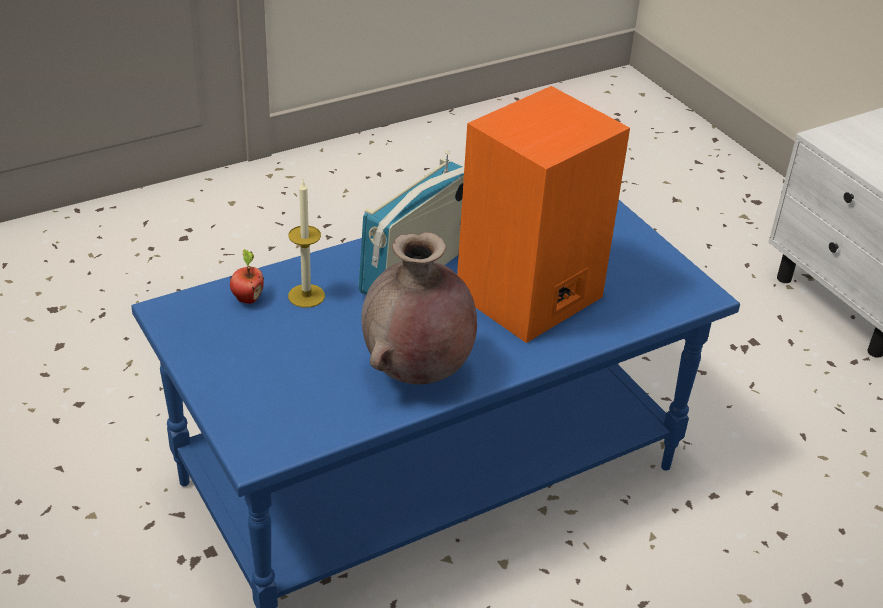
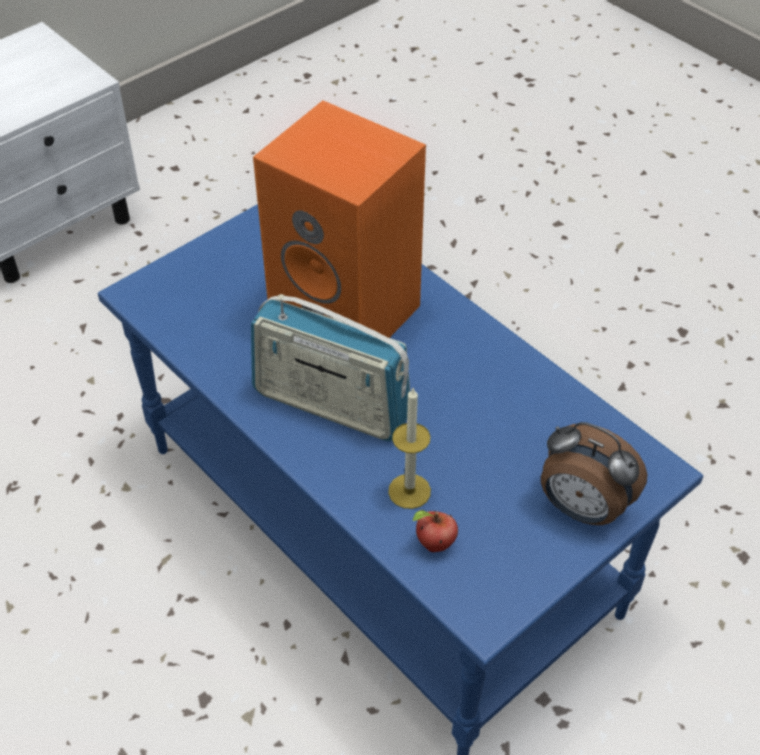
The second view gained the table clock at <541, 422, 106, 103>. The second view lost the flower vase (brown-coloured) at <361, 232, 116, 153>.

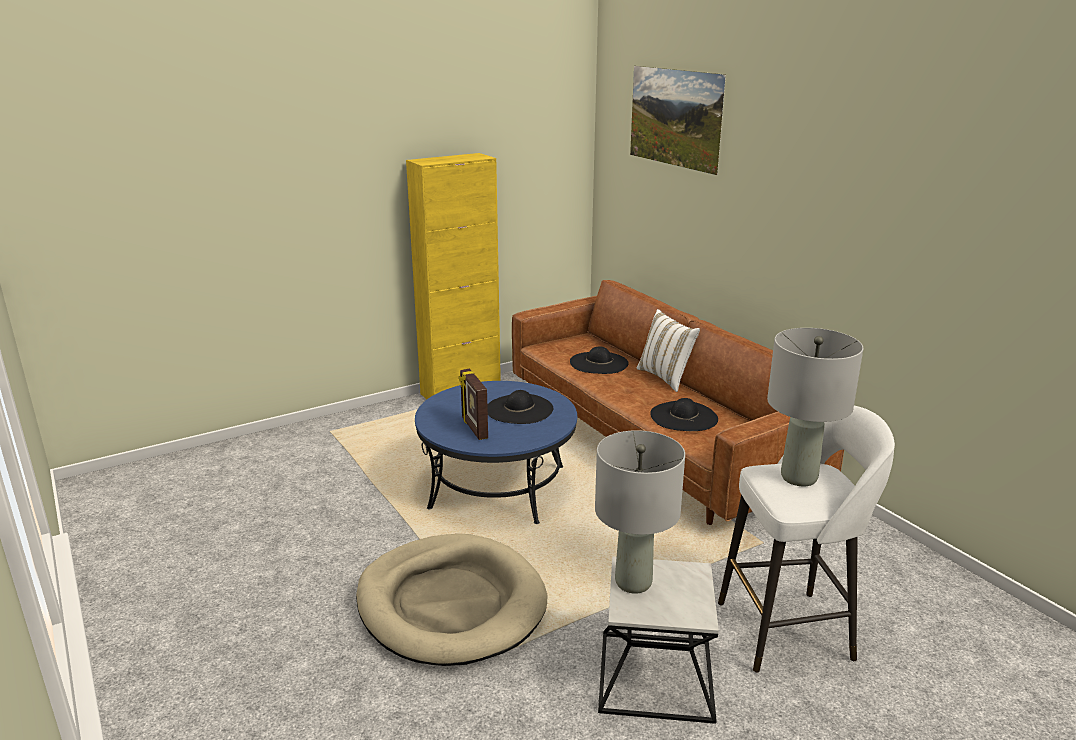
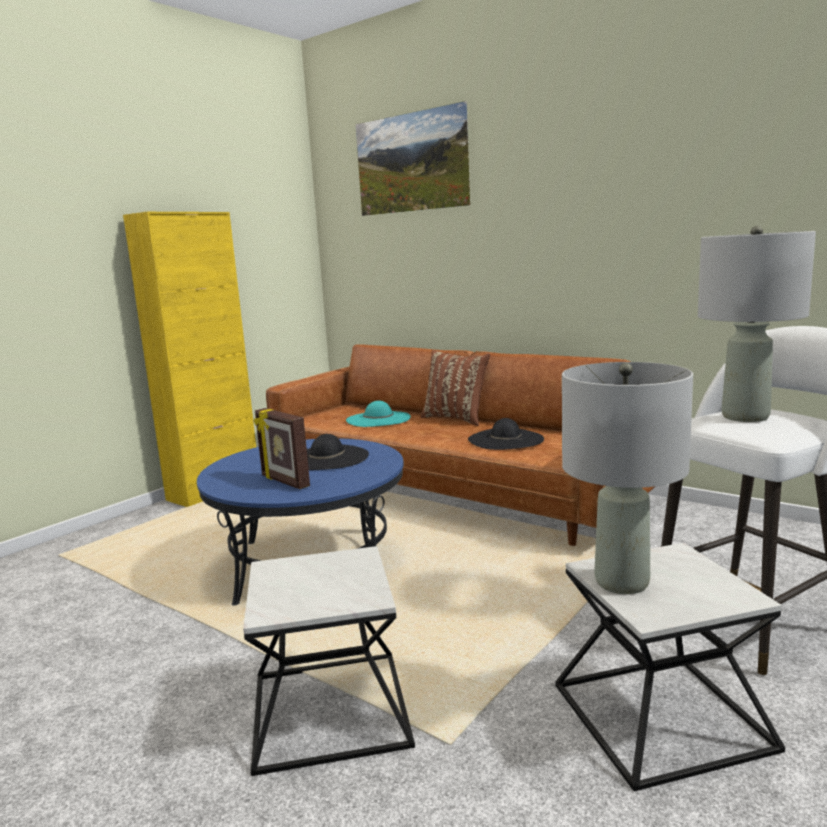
Where the dog bed (beige) stood at <356, 534, 191, 132>, the side table came to stand at <243, 546, 172, 230>. What was the wearable hat (black-coloured) at <570, 346, 58, 28> turned into the wearable hat (blue-green) at <346, 401, 65, 26>. What was the cushion (white-coloured) at <637, 309, 63, 83> turned into the cushion (brown-coloured) at <420, 350, 70, 76>.

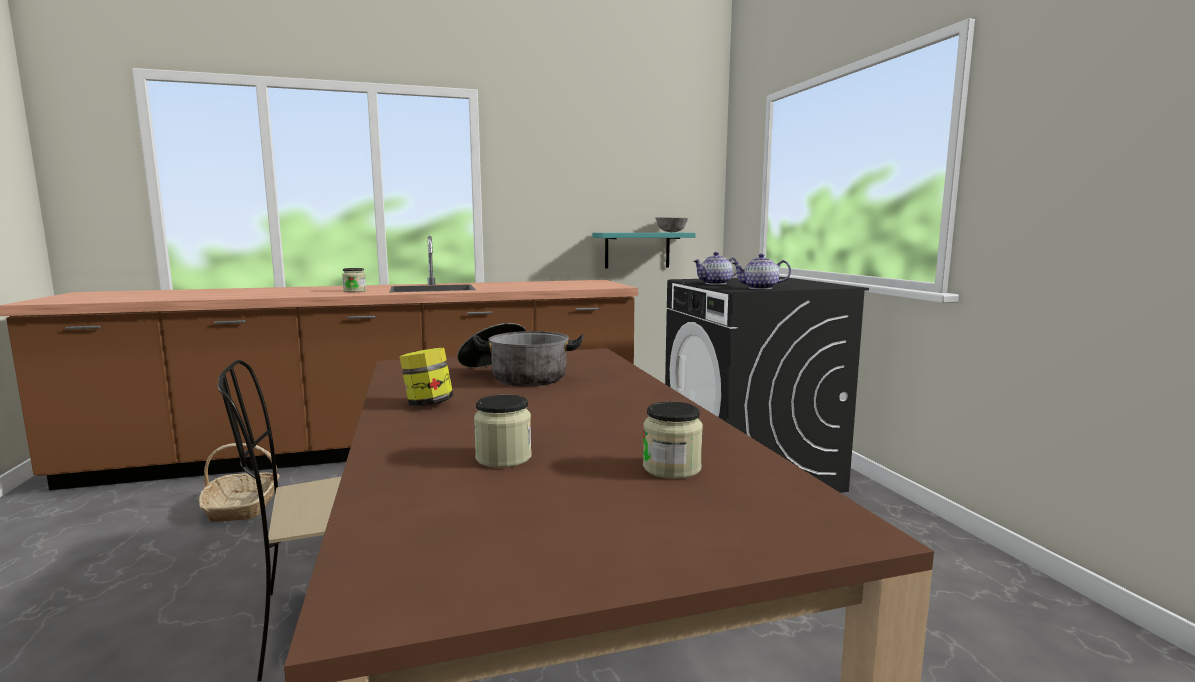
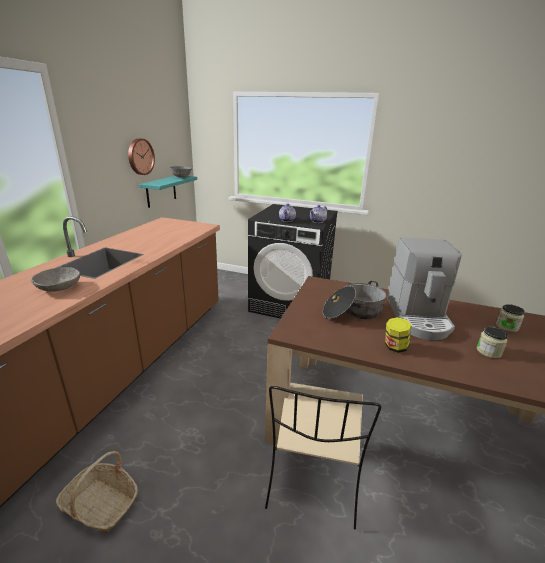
Where the preserve jar stood at <342, 268, 24, 24>, the serving bowl (grey) came to stand at <31, 267, 49, 25>. The second view gained the hanging clock at <128, 138, 27, 37>. The second view gained the coffee maker at <387, 237, 75, 103>.

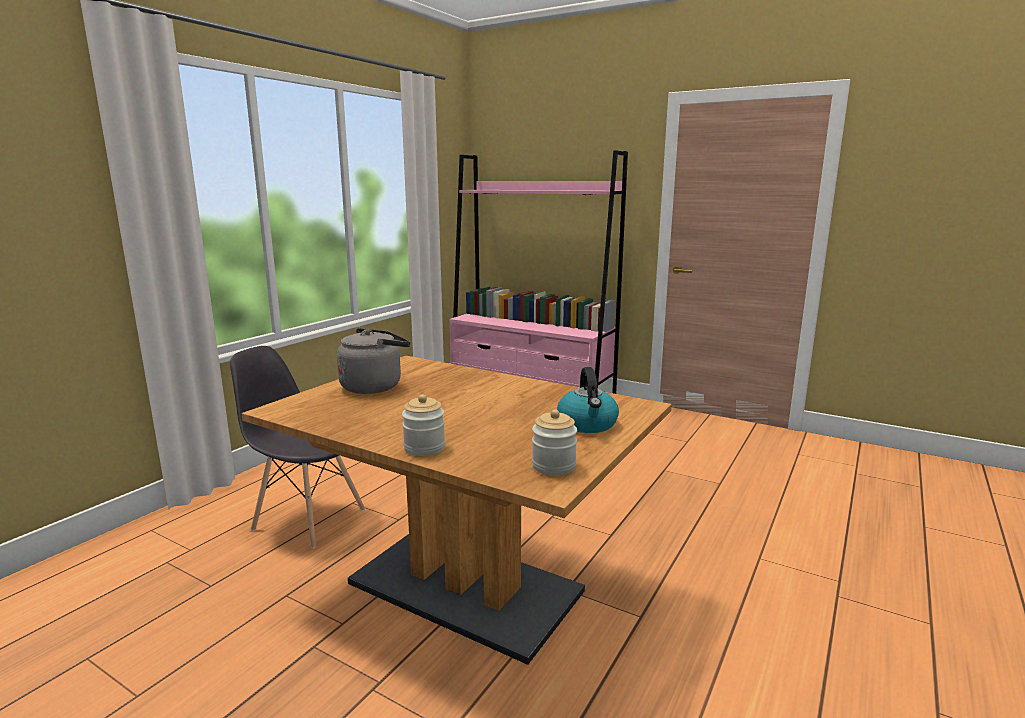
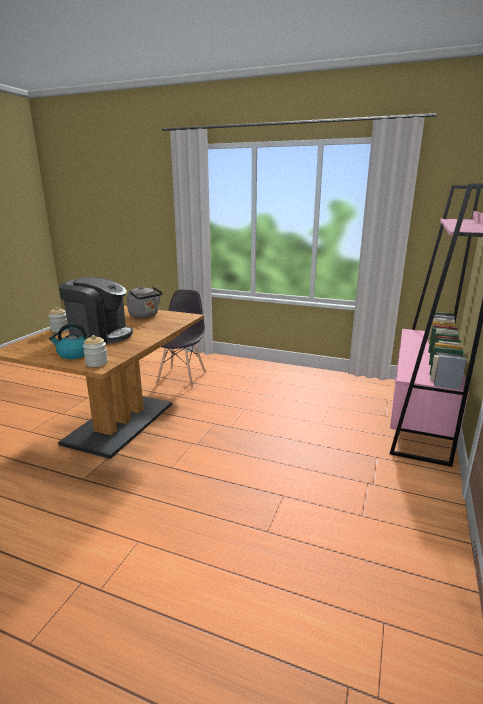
The second view gained the coffee maker at <59, 277, 74, 67>. The preserve jar ended up elsewhere, having gone from <532, 409, 45, 67> to <83, 335, 25, 32>.

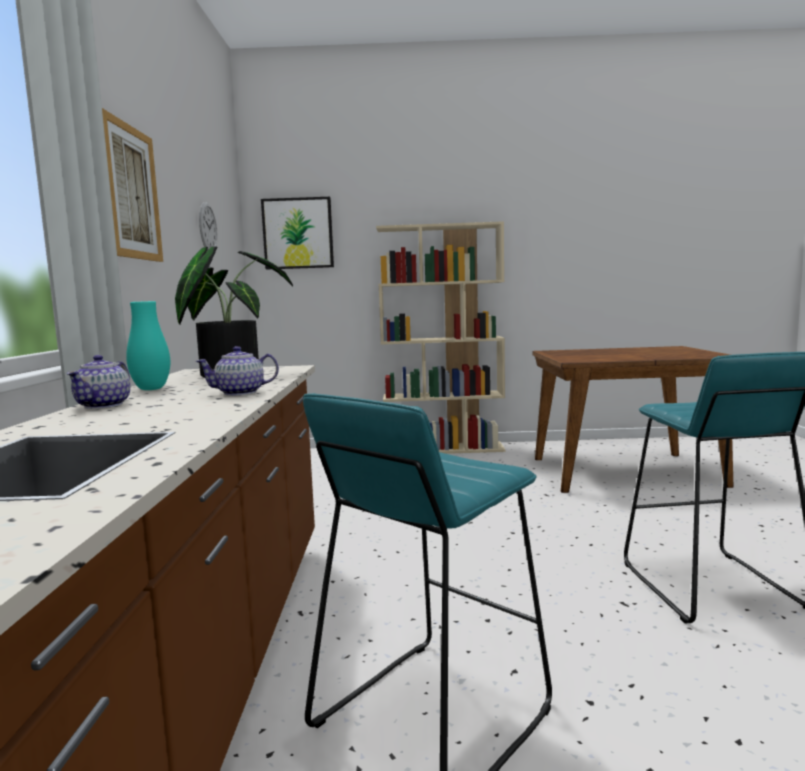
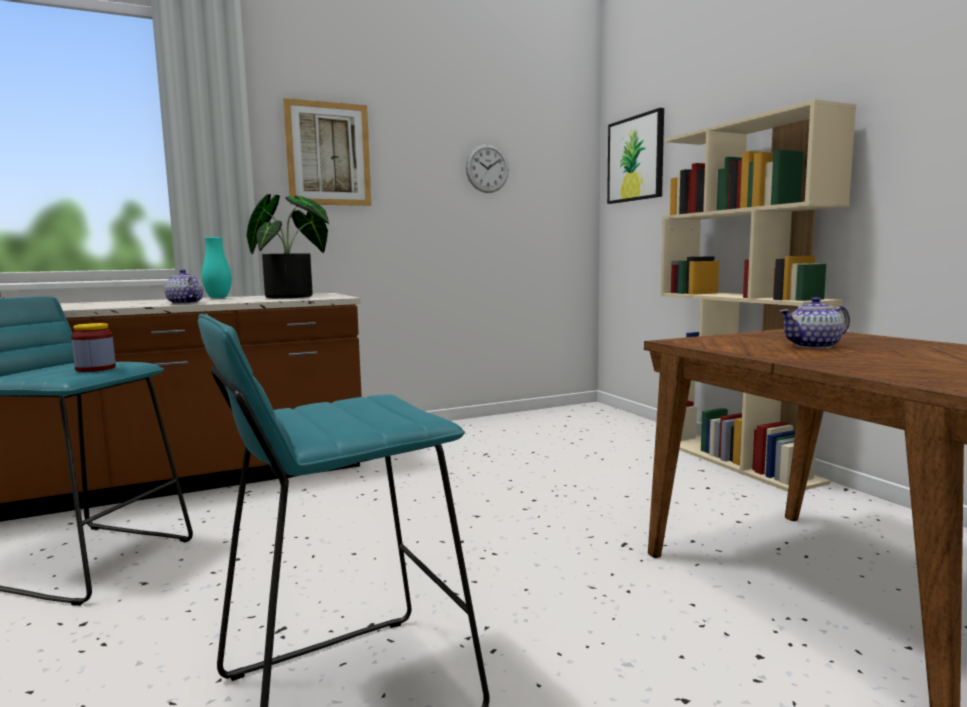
The second view gained the preserve jar at <71, 323, 45, 49>. The pot for tea ended up elsewhere, having gone from <66, 355, 64, 54> to <779, 297, 71, 52>.

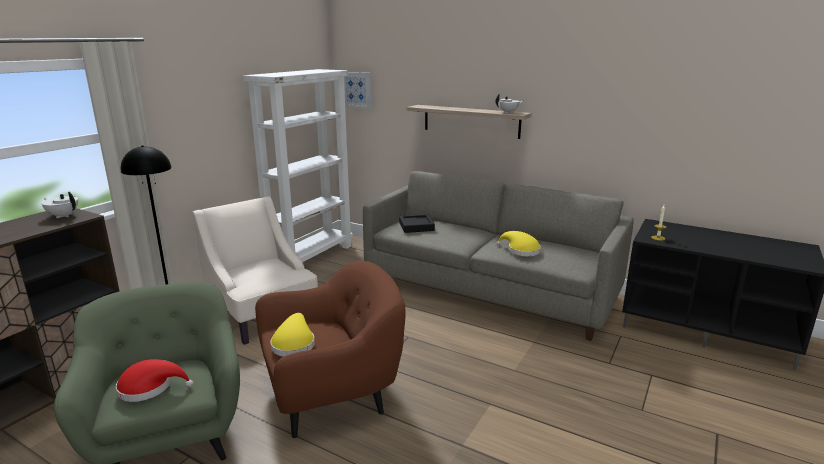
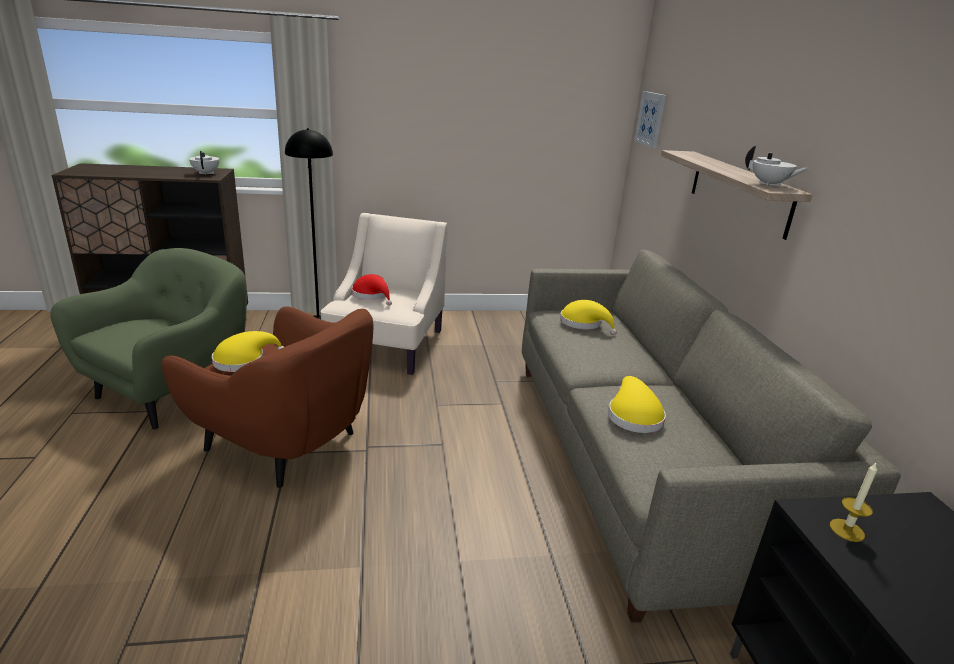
The wearable hat (red) ended up elsewhere, having gone from <115, 359, 78, 43> to <352, 274, 40, 32>. Where the carrying tray (black-coloured) stood at <399, 214, 36, 19>, the wearable hat (yellow) came to stand at <560, 300, 57, 35>. The second view lost the shelving unit (white-coloured) at <242, 69, 111, 193>.

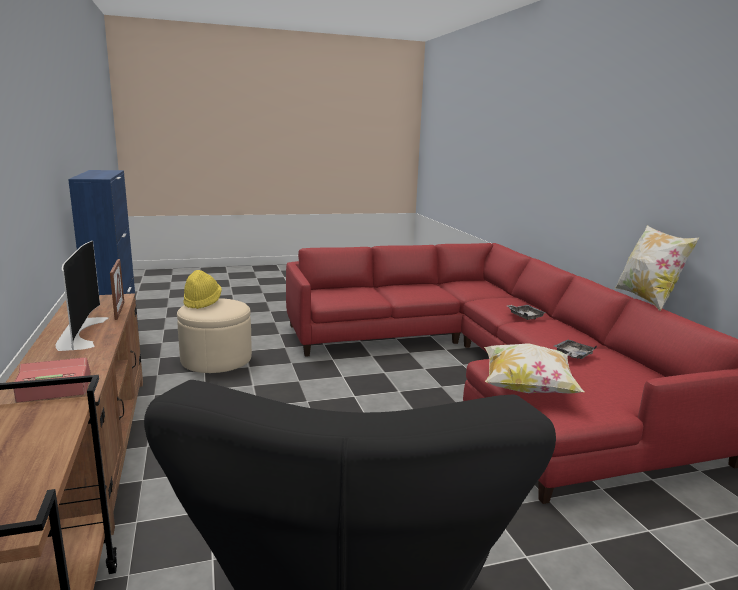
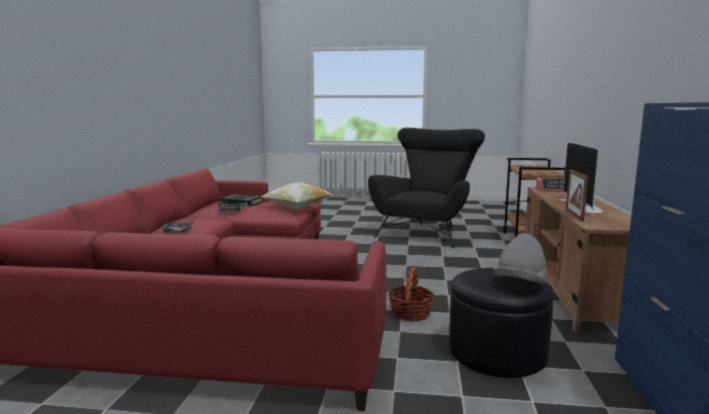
The second view gained the bound book (black-coloured) at <222, 194, 41, 12>. The second view gained the storage basket at <388, 267, 46, 54>. What was the pouffe (beige) at <177, 298, 75, 75> turned into the pouffe (black-coloured) at <449, 268, 105, 110>. What was the wearable hat (yellow) at <183, 270, 39, 39> turned into the wearable hat (grey) at <493, 233, 54, 51>. The second view lost the cushion at <615, 225, 84, 86>.

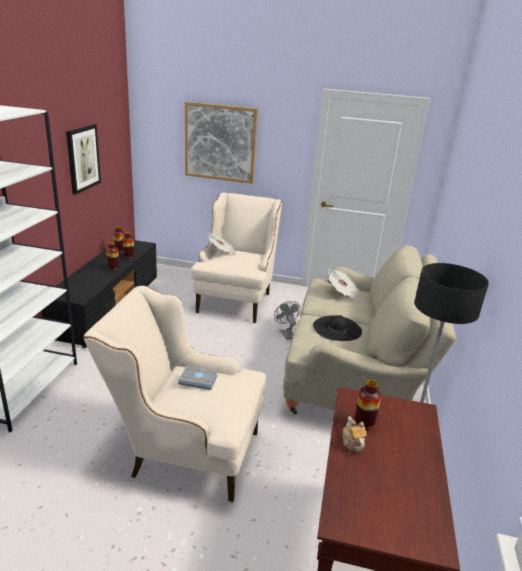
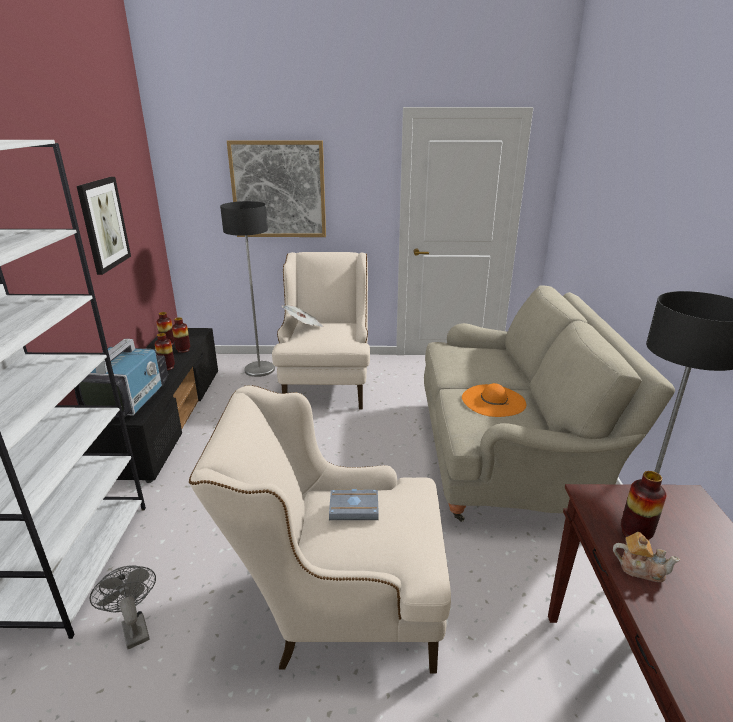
The second view gained the television at <74, 339, 94, 80>. The fan (grey) ended up elsewhere, having gone from <274, 301, 27, 39> to <90, 565, 66, 85>. The second view gained the standard lamp at <220, 201, 55, 176>. What was the wearable hat (black-coloured) at <313, 315, 49, 26> turned into the wearable hat (orange) at <462, 383, 64, 34>. The pot for tea at <342, 416, 25, 36> ended up facing another way, 135 degrees clockwise from before. The second view lost the printed paper at <328, 269, 31, 31>.

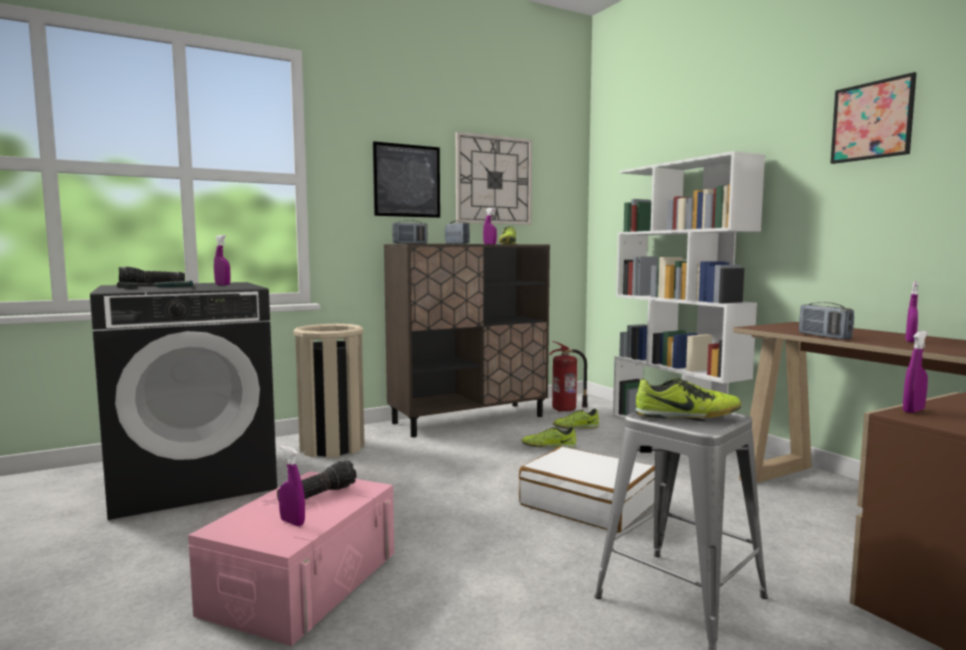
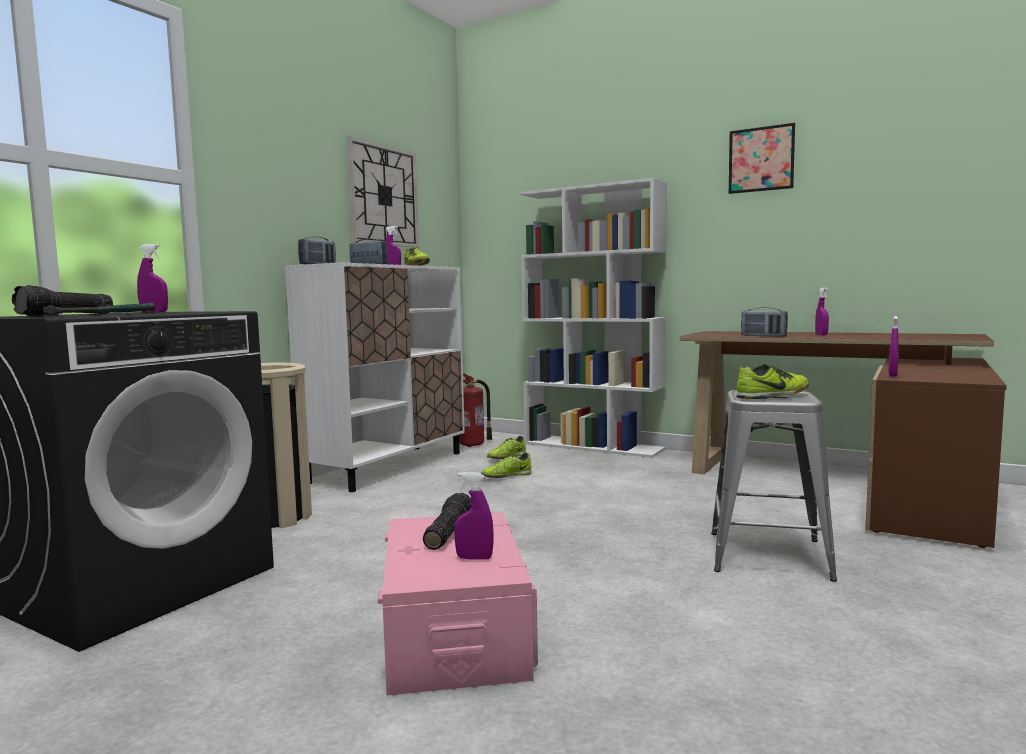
What was the storage cabinet (brown-coloured) at <384, 244, 166, 193> turned into the storage cabinet (white-coloured) at <285, 263, 180, 229>. The second view lost the wall picture at <373, 141, 67, 77>. The second view lost the piece of luggage (white-coloured) at <519, 446, 136, 87>.

